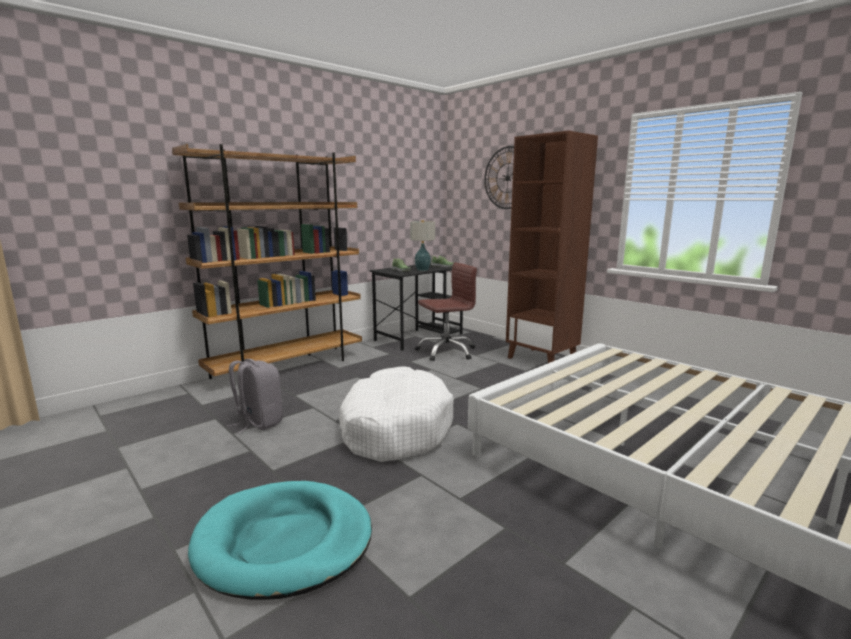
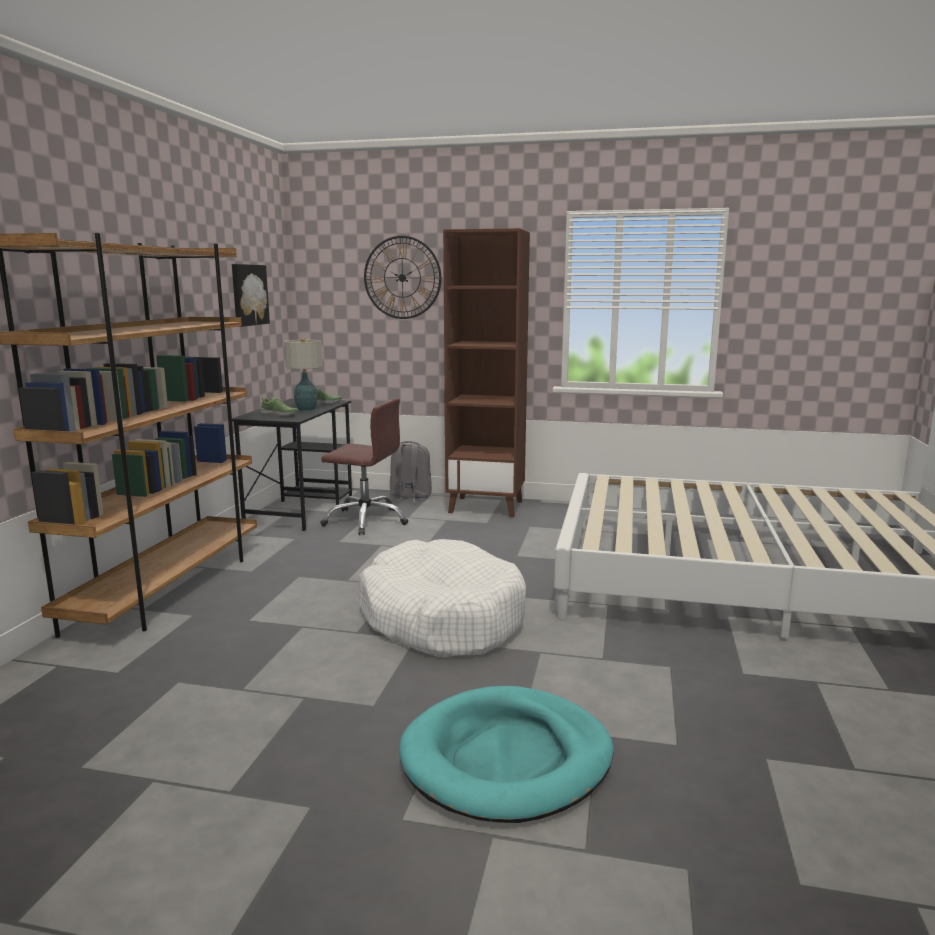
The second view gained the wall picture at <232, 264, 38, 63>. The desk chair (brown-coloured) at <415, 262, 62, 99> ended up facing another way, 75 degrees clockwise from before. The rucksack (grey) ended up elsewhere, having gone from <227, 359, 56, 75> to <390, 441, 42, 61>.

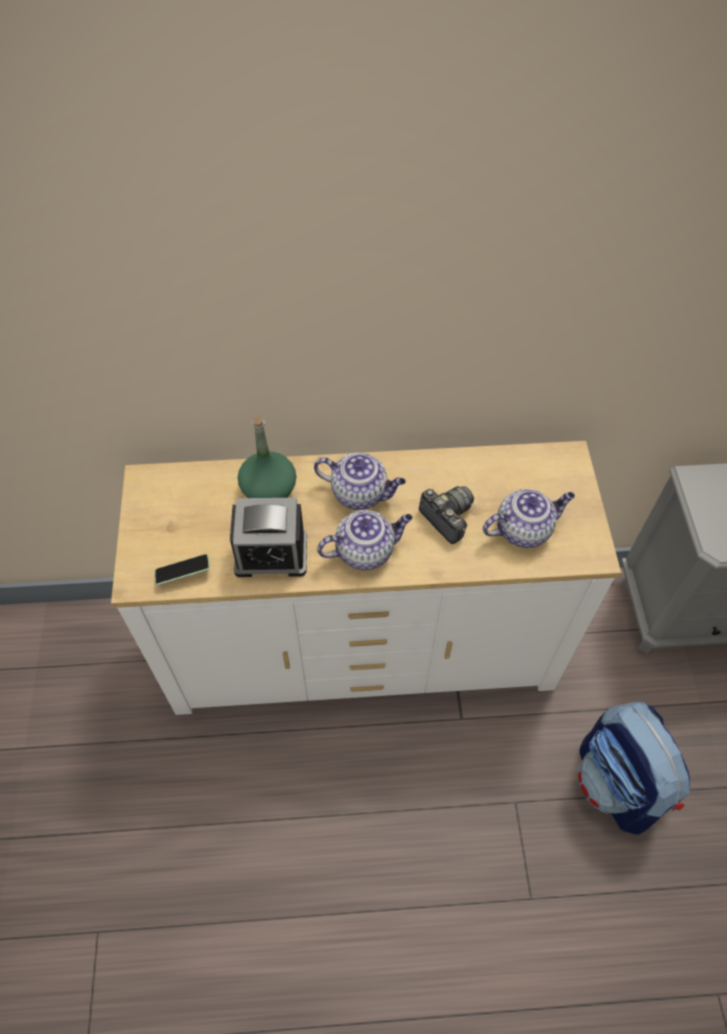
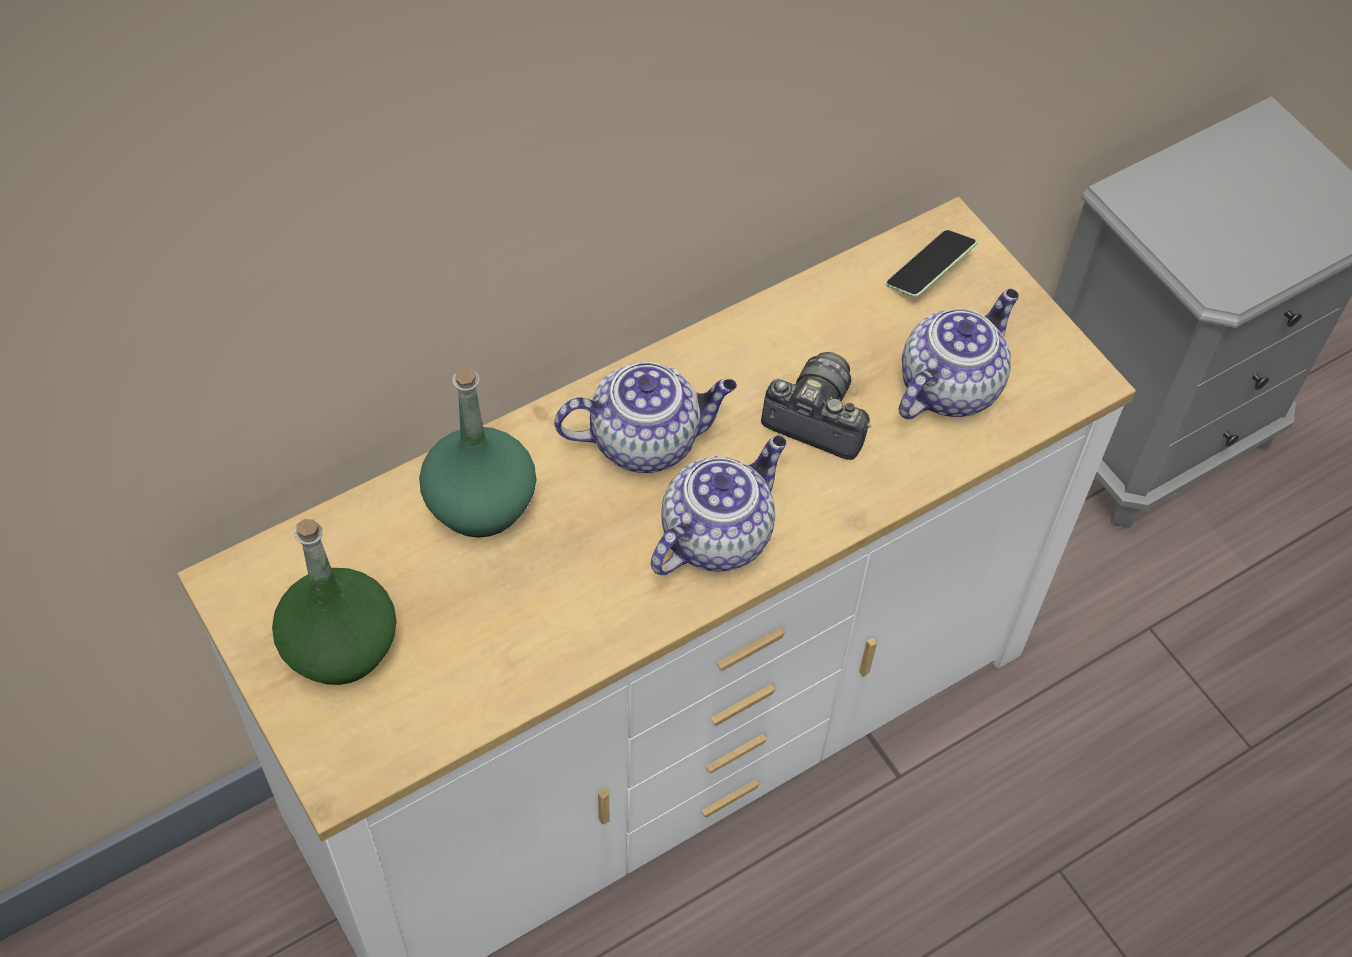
The second view gained the drink bottle (green) at <272, 519, 125, 166>. The phone ended up elsewhere, having gone from <155, 554, 55, 31> to <886, 230, 92, 67>. The second view lost the table clock at <230, 498, 77, 79>. The second view lost the rucksack at <578, 701, 112, 134>.

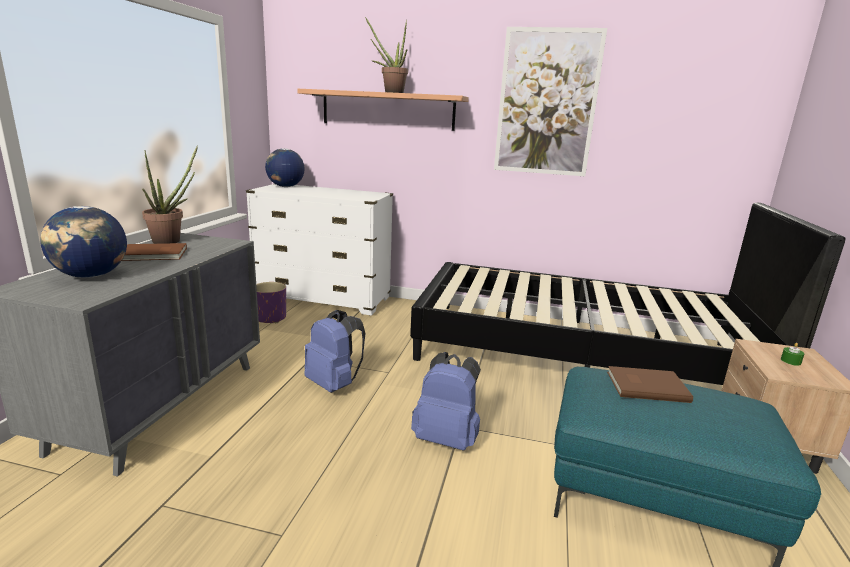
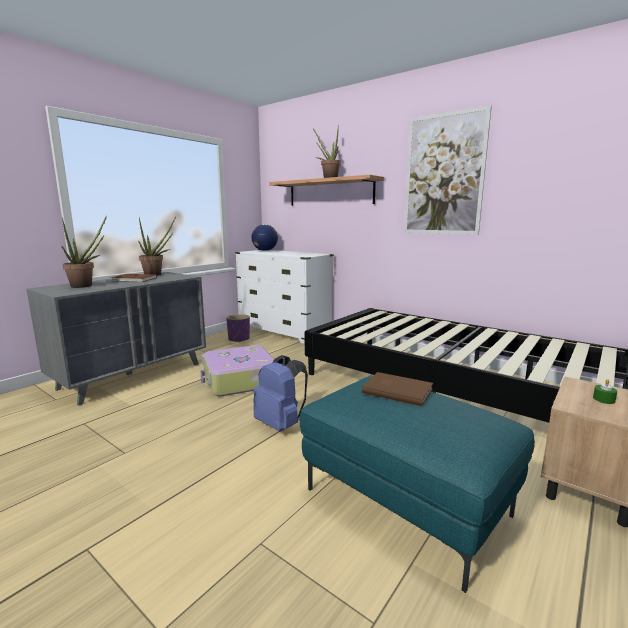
Where the world globe stood at <40, 206, 87, 72>, the plant in a pot came to stand at <61, 216, 46, 72>. Where the rucksack (blue-coloured) stood at <304, 310, 61, 83>, the piece of luggage came to stand at <200, 345, 74, 51>.

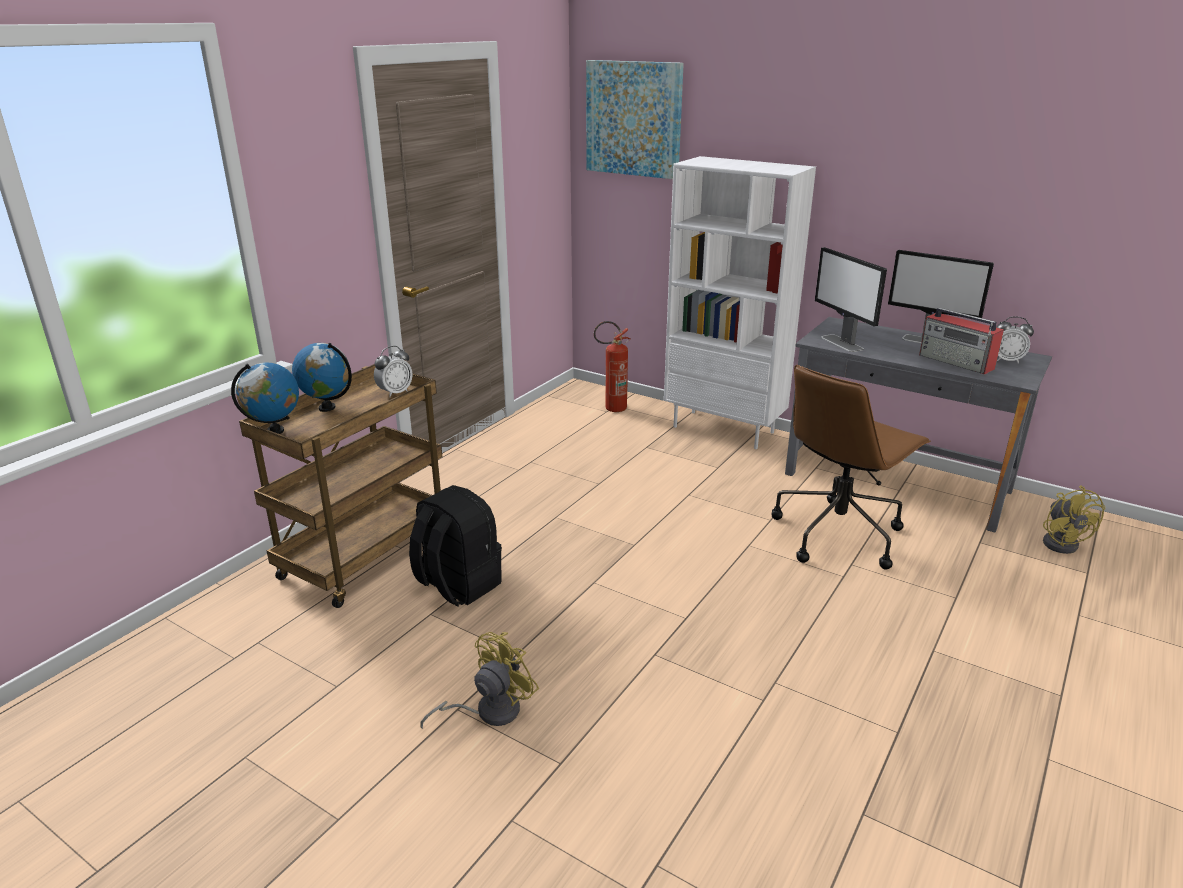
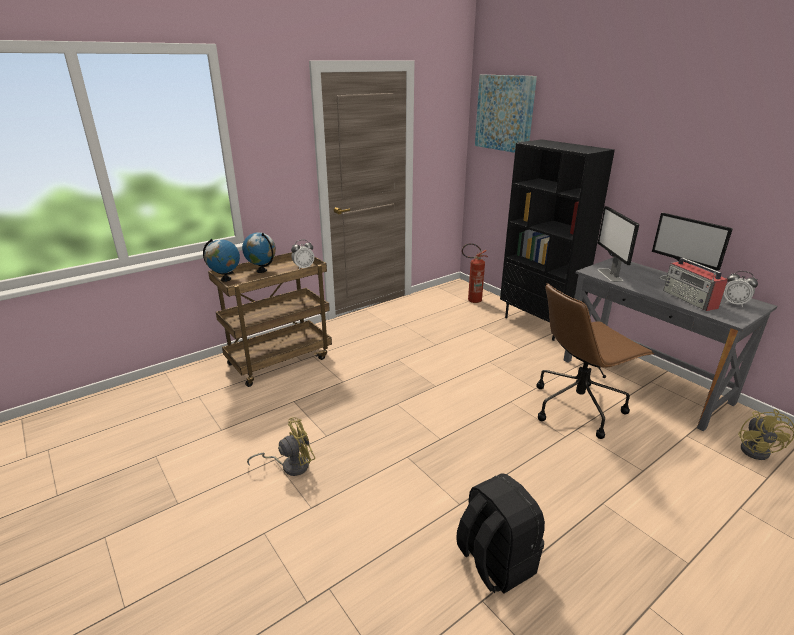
The rucksack (black-coloured) ended up elsewhere, having gone from <409, 485, 93, 122> to <456, 473, 89, 120>. What was the shelving unit (white-coloured) at <664, 156, 152, 293> turned into the shelving unit (black-coloured) at <500, 139, 115, 202>.

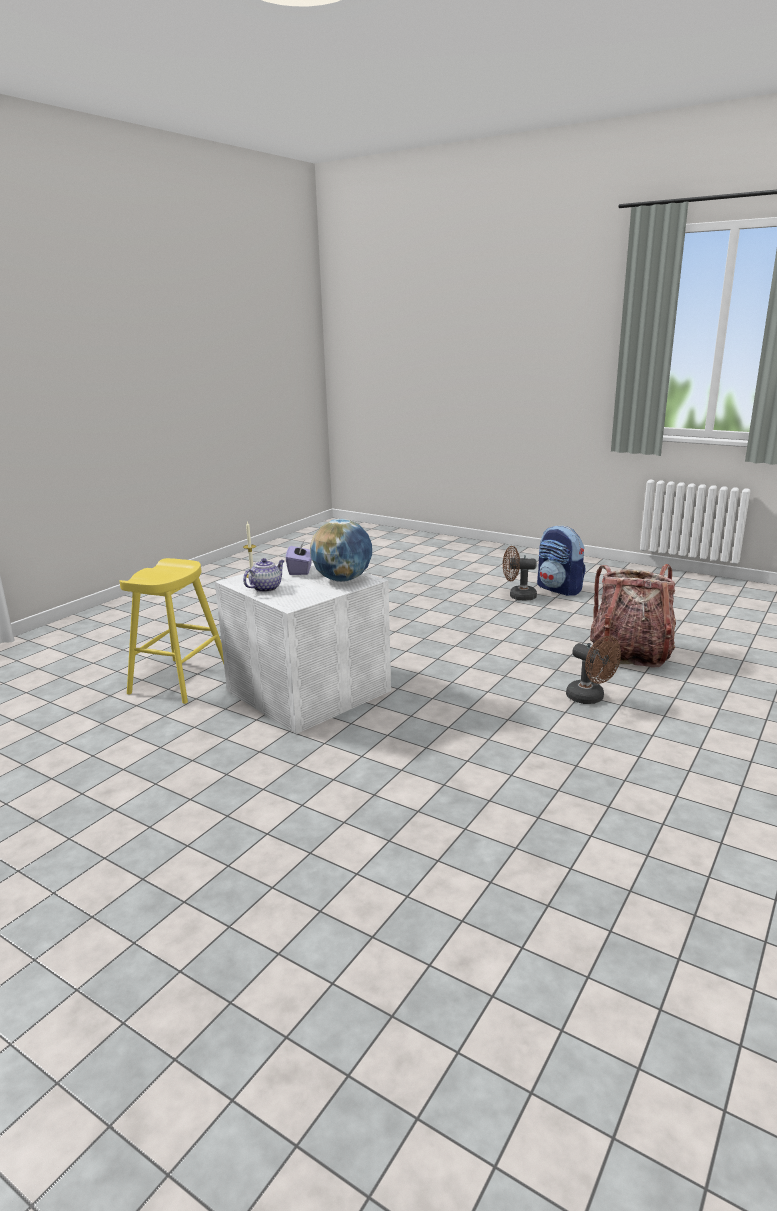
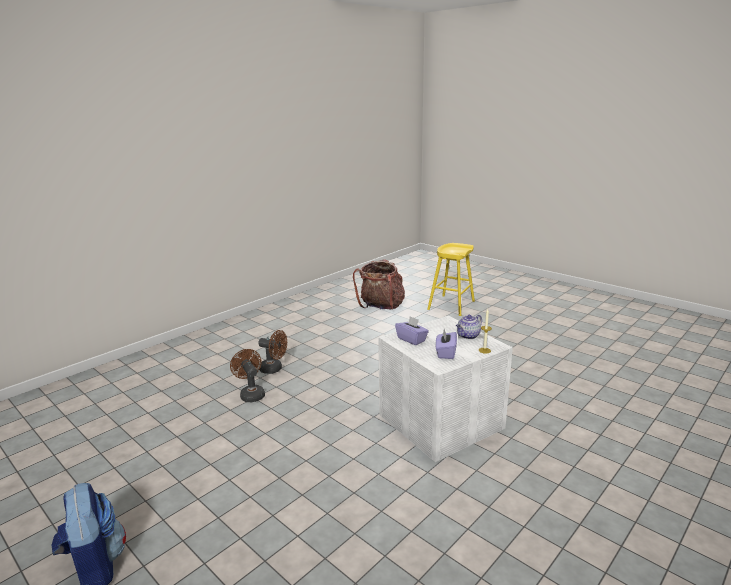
The fan (brown-coloured) ended up elsewhere, having gone from <503, 546, 34, 54> to <258, 330, 29, 44>. The rucksack ended up elsewhere, having gone from <590, 564, 86, 104> to <353, 259, 52, 51>. Where the world globe stood at <310, 519, 62, 63>, the tissue holder (purple-coloured) came to stand at <395, 316, 34, 29>. The stool (yellow) ended up elsewhere, having gone from <119, 558, 105, 146> to <427, 243, 48, 73>.

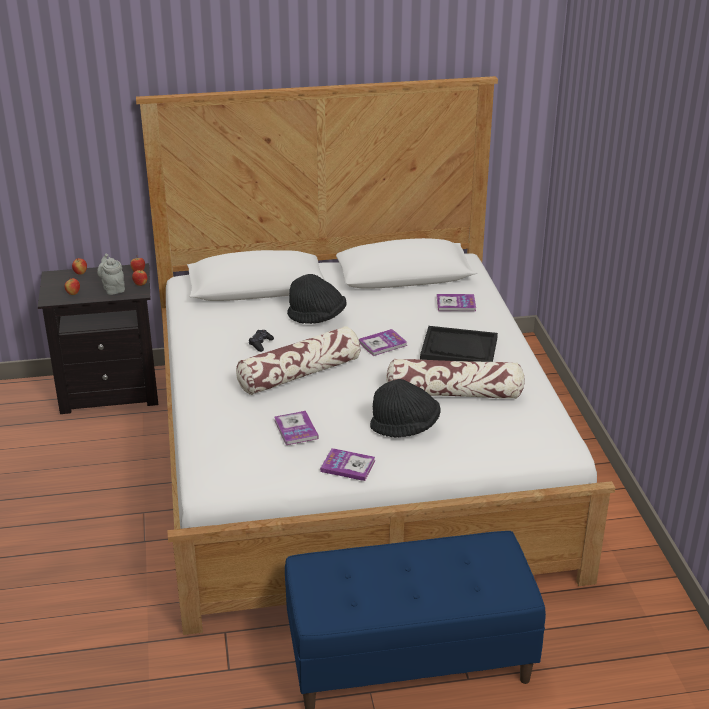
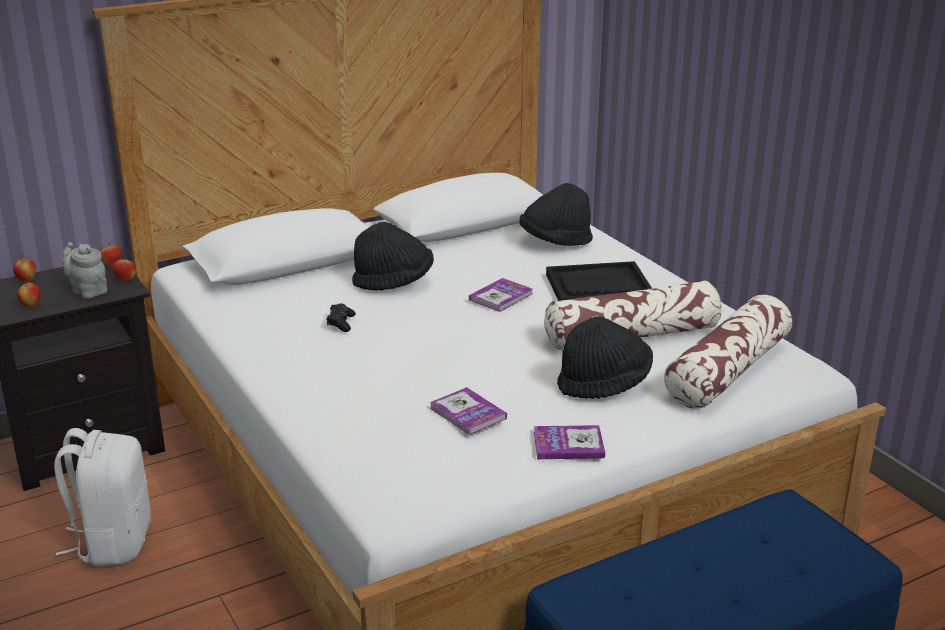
The second view gained the rucksack (white-coloured) at <54, 428, 97, 138>. Where the bound book stood at <437, 294, 39, 17>, the wearable hat (black-coloured) came to stand at <519, 183, 74, 63>. The cushion ended up elsewhere, having gone from <236, 326, 125, 69> to <664, 295, 128, 114>.

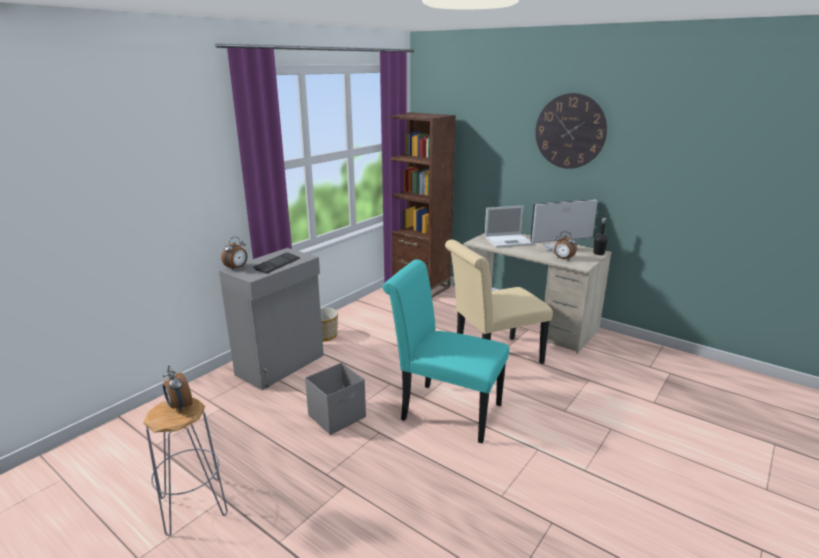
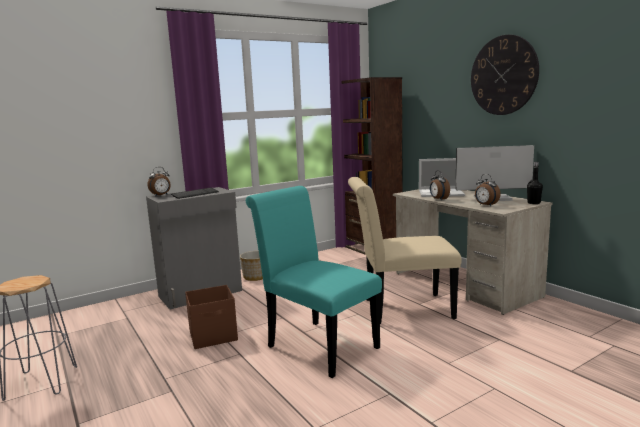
What was the storage bin (grey) at <305, 363, 61, 72> turned into the storage bin (brown-coloured) at <185, 285, 53, 64>. The table clock ended up elsewhere, having gone from <163, 366, 29, 46> to <430, 170, 20, 31>.

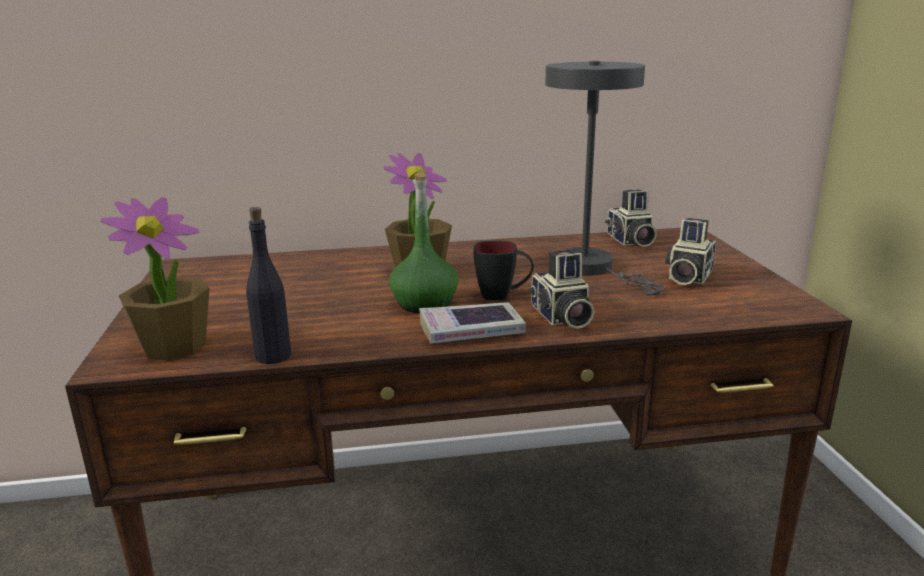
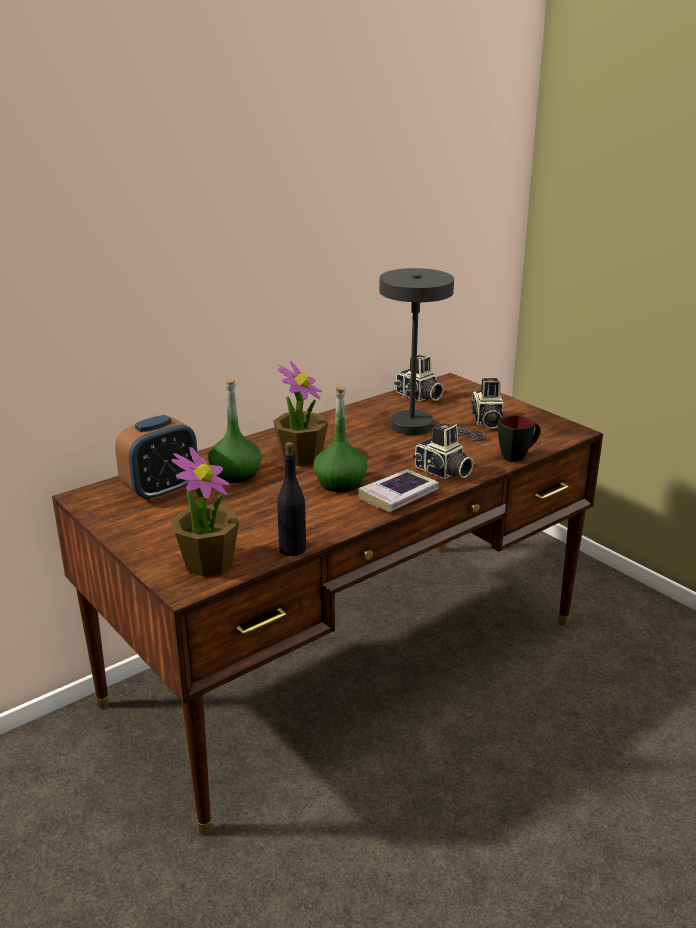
The second view gained the table clock at <115, 415, 82, 86>. The second view gained the drink bottle (green) at <208, 378, 54, 105>. The mug (black-coloured) ended up elsewhere, having gone from <473, 241, 61, 59> to <498, 415, 43, 47>.

